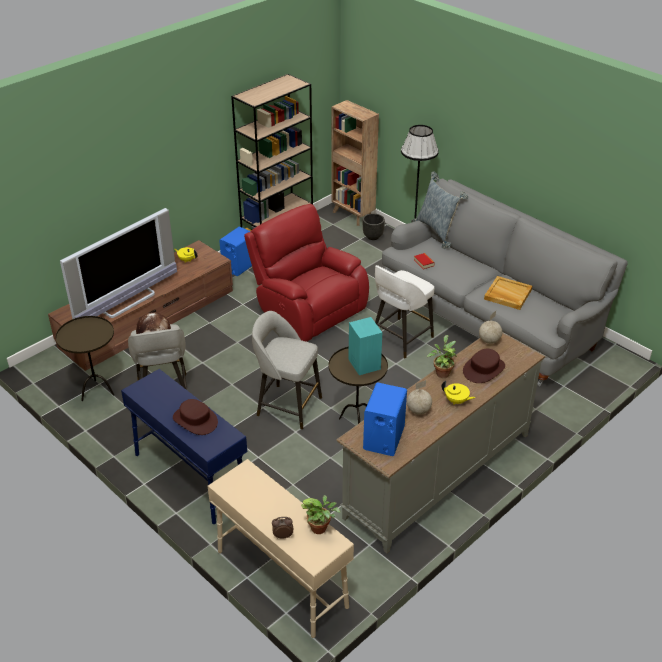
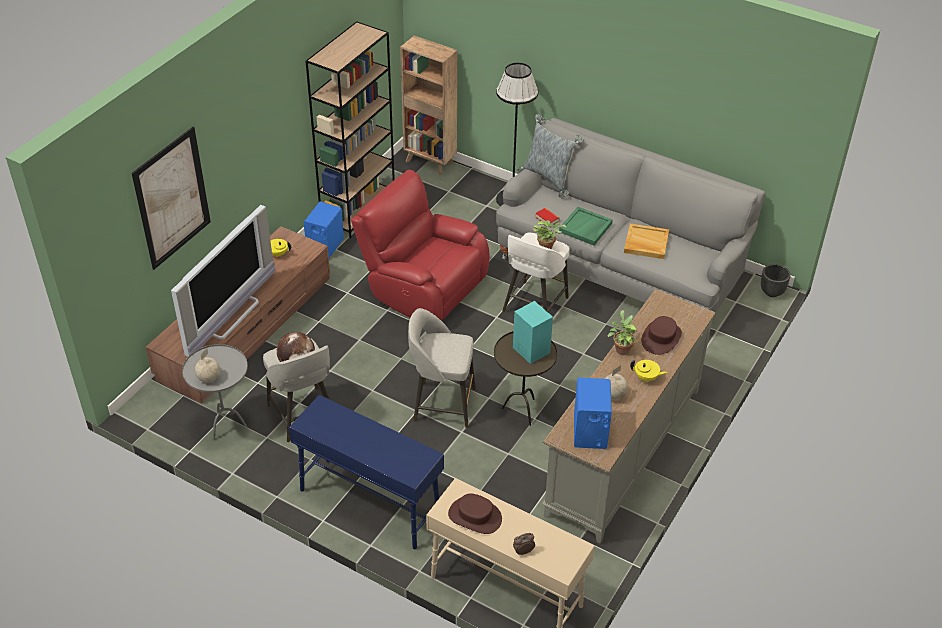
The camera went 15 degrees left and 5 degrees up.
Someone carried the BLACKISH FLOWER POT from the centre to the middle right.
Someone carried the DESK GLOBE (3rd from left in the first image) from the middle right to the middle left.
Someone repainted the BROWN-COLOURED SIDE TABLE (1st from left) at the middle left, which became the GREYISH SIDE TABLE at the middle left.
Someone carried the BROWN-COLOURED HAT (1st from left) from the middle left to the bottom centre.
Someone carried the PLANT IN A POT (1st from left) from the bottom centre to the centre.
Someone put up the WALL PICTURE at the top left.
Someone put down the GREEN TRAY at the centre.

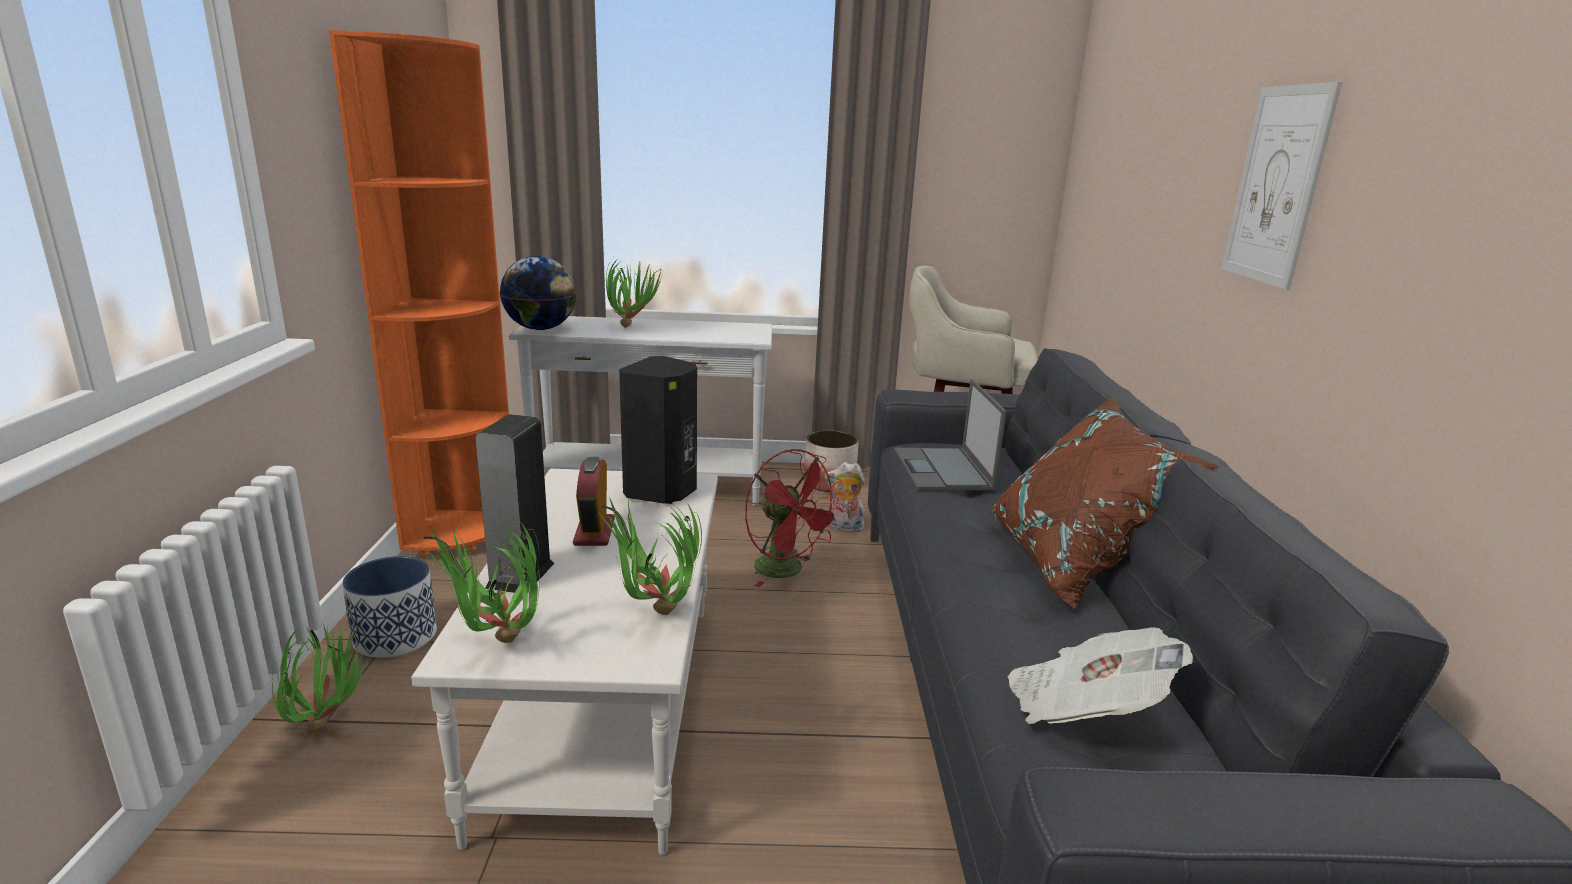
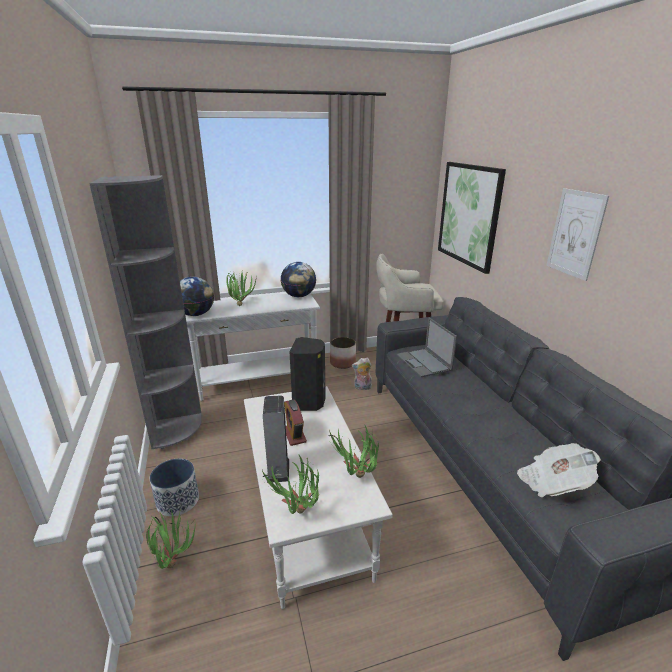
The camera went 15 degrees left and 5 degrees up.
Someone repainted the ORANGE-COLOURED SHELVING UNIT at the top left, which became the GREYISH SHELVING UNIT at the middle left.
Someone took away the BROWN-COLOURED THROW PILLOW at the middle right.
Someone took away the RED FAN at the centre.
Someone put up the WALL PICTURE (1st from left) at the top right.
Someone put down the DESK GLOBE (2nd from left) at the centre.

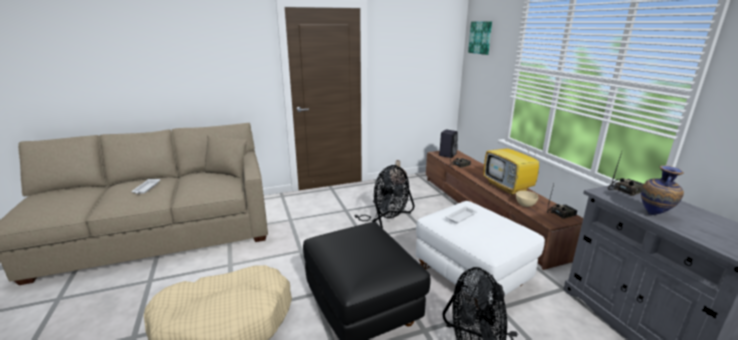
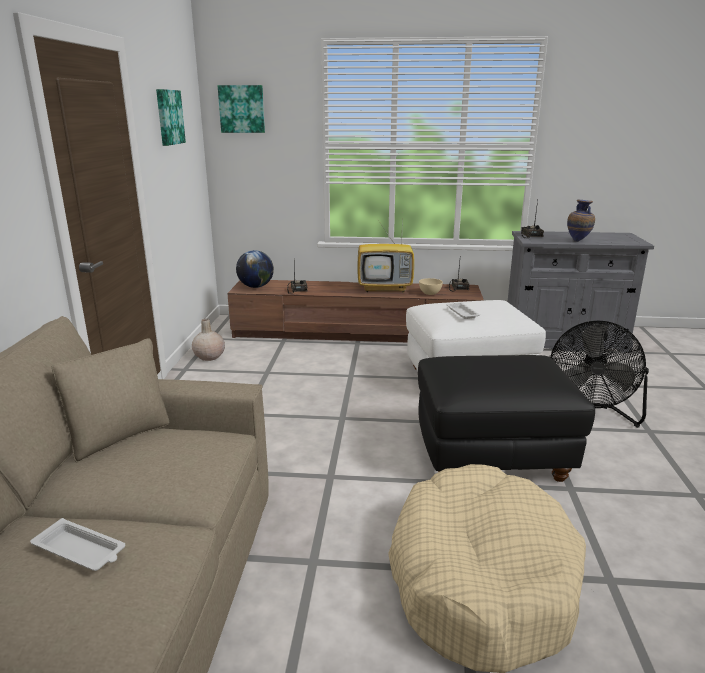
The camera went 65 degrees left and 0 degrees up.
Someone swapped the BLACKISH SPEAKER at the centre for the DESK GLOBE at the centre.
Someone took away the BLACKISH FAN (1st from left) at the centre.
Someone put up the WALL PICTURE (1st from left) at the top left.

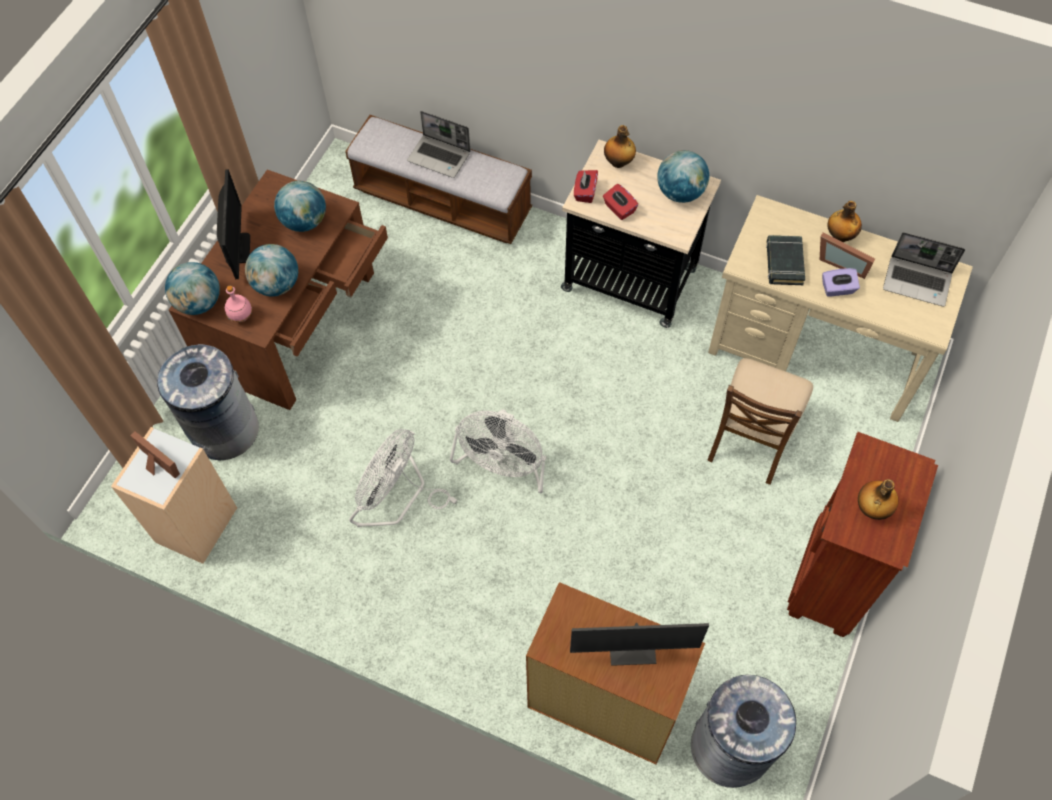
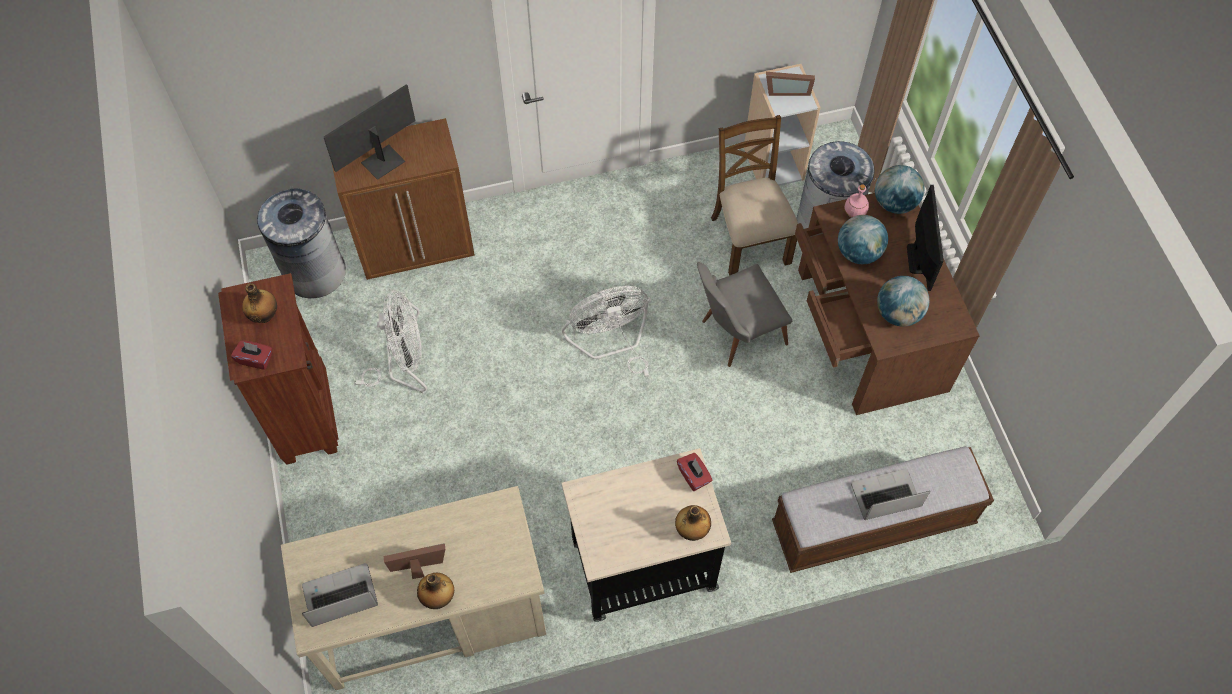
The camera went 140 degrees right and 0 degrees up.
Someone took away the DESK GLOBE (4th from left) at the top centre.
Someone rotated the COMPUTER DISPLAY (1st from left in the first image) at the top left by 135 degrees counterclockwise.
Someone carried the RED TISSUE BOX (2nd from left in the first image) from the top centre to the middle left.
Someone took away the BLACKISH BOOK at the top right.
Someone took away the PURPLE TISSUE BOX at the middle right.
Someone carried the BROWN-COLOURED CHAIR from the middle right to the top centre.
Someone carried the WHITISH FAN (1st from left) from the centre to the middle left.
Someone put down the GREYISH CHAIR at the centre.

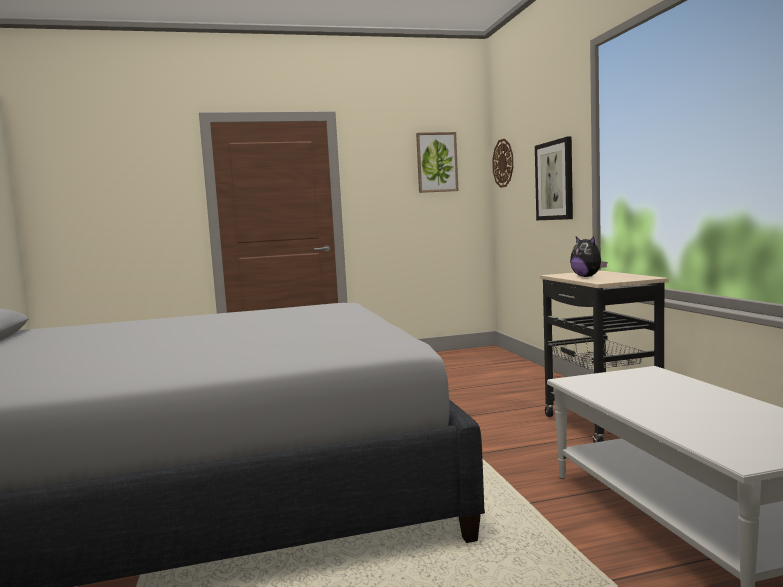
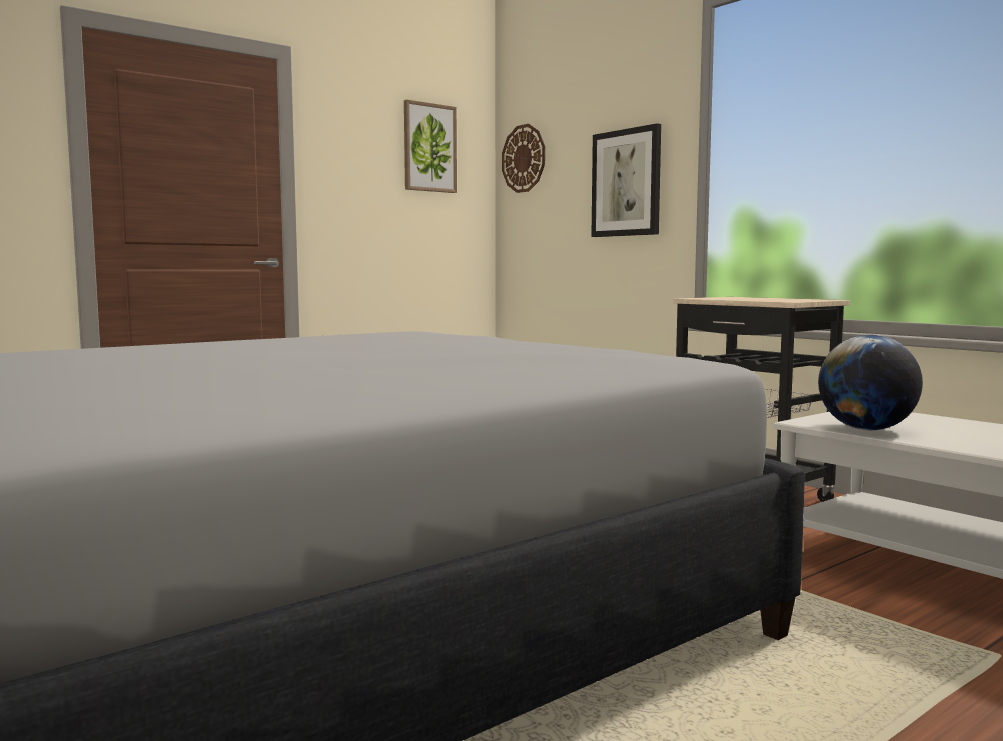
The camera went 25 degrees left and 0 degrees up.
Someone took away the CUDDLY TOY at the middle right.
Someone put down the DESK GLOBE at the middle right.

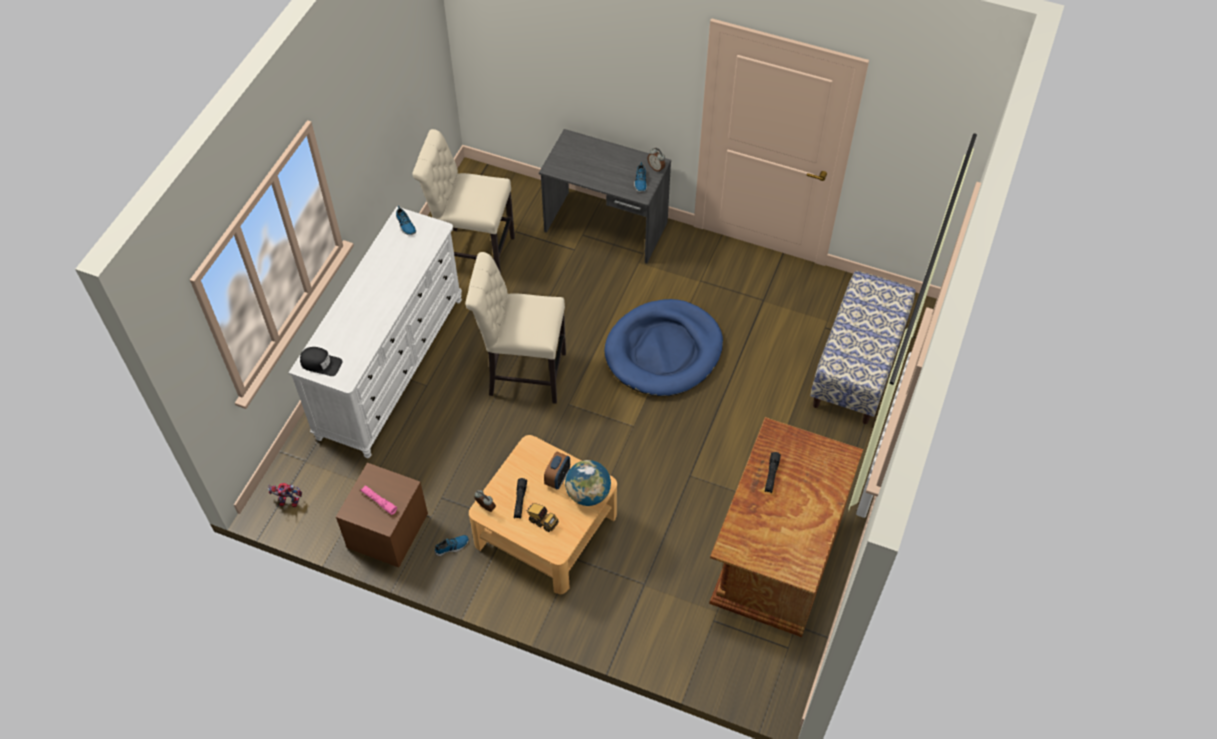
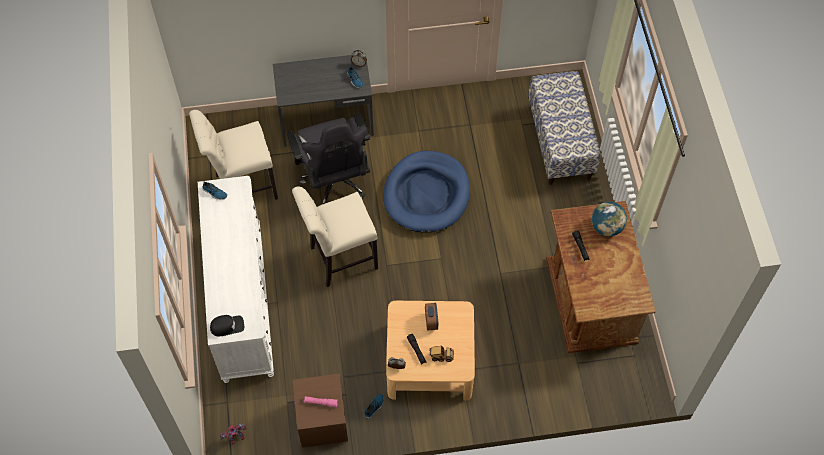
The camera went 30 degrees left and 5 degrees up.
Someone carried the DESK GLOBE from the centre to the middle right.
Someone put down the BLACKISH DESK CHAIR at the centre.

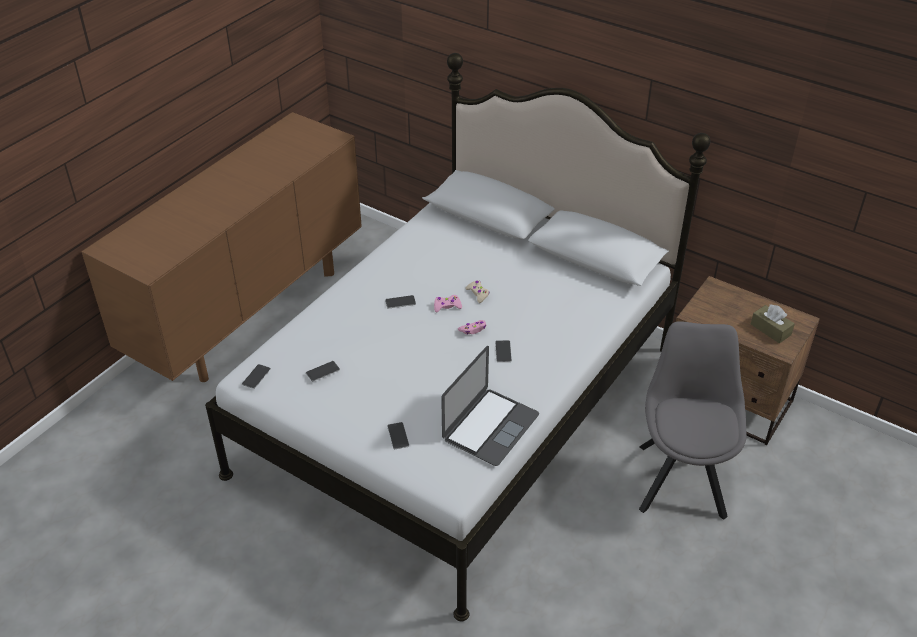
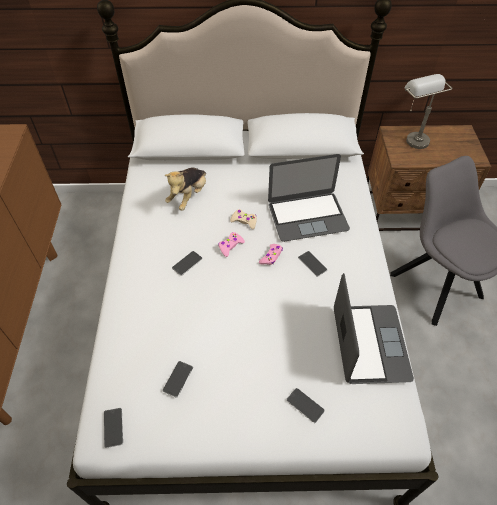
The camera went 35 degrees left and 10 degrees up.
Someone took away the BROWN-COLOURED TISSUE BOX at the middle right.
Someone put down the GREYISH LAMP FOR A TABLE at the top right.
Someone put down the LAPTOP (1st from left) at the centre.
Someone put down the CUDDLY TOY at the centre.

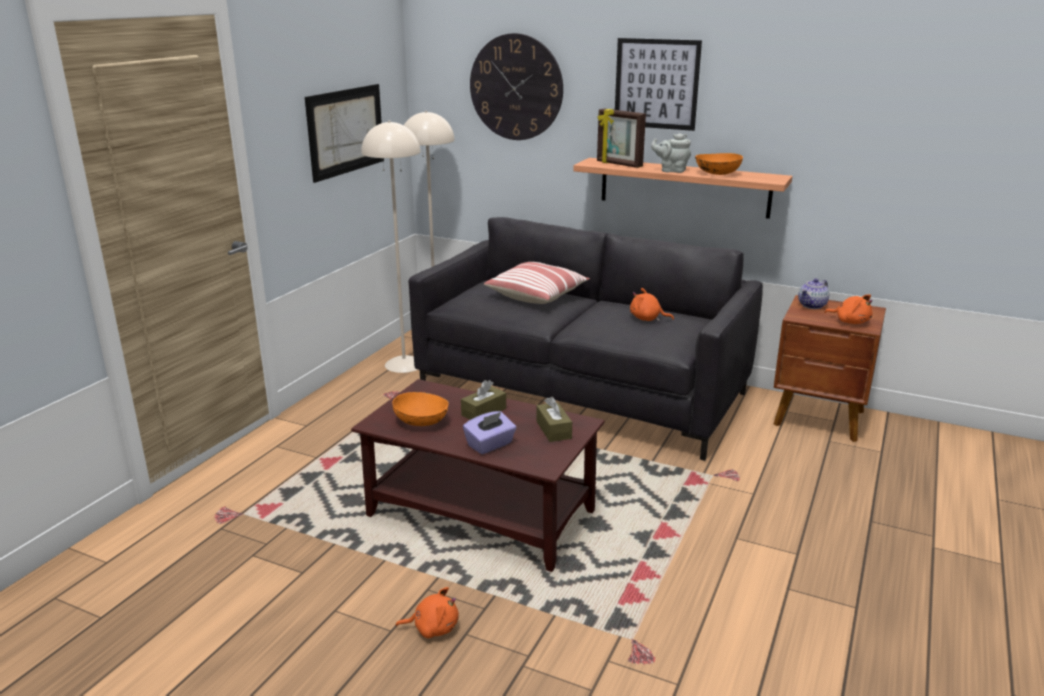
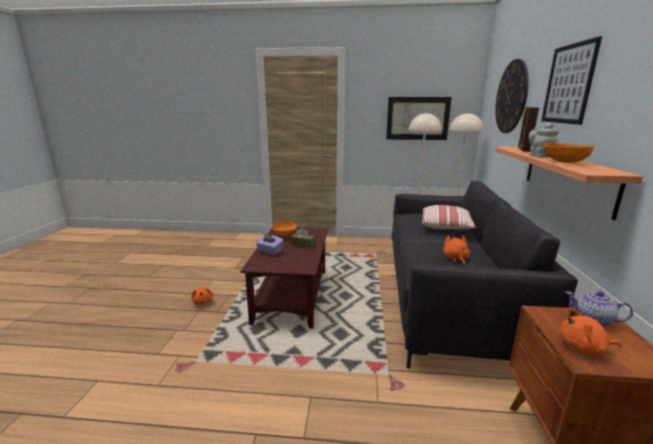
The camera went 70 degrees right and 5 degrees down.
Someone rotated the ORANGE-COLOURED CUDDLY TOY (3rd from left) at the middle right by 75 degrees clockwise.
Someone took away the BROWN-COLOURED TISSUE BOX (2nd from left) at the centre.

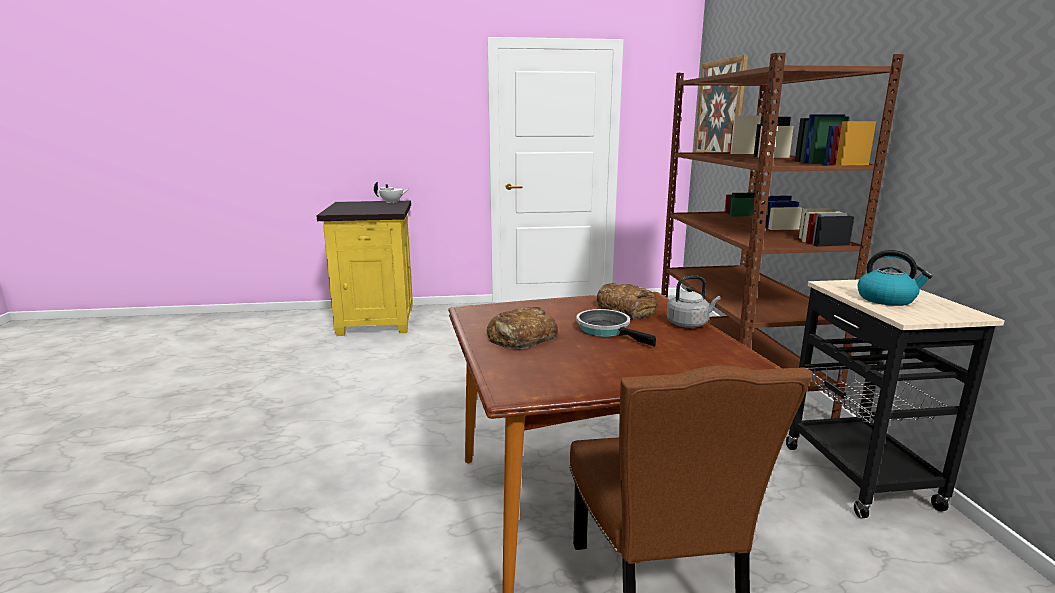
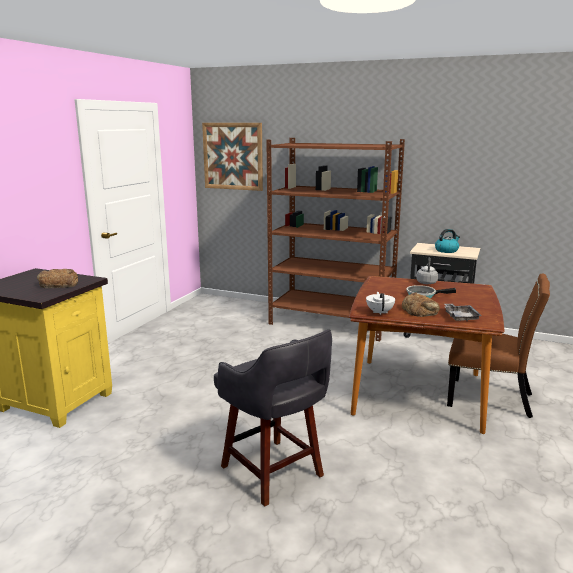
The camera went 60 degrees left and 0 degrees up.
Someone carried the WHITISH TEA POT from the top centre to the centre.
Someone carried the BREAD (2nd from left in the first image) from the centre to the middle left.
Someone put down the GREYISH TRAY at the middle right.
Someone put down the GREYISH STOOL at the bottom centre.

